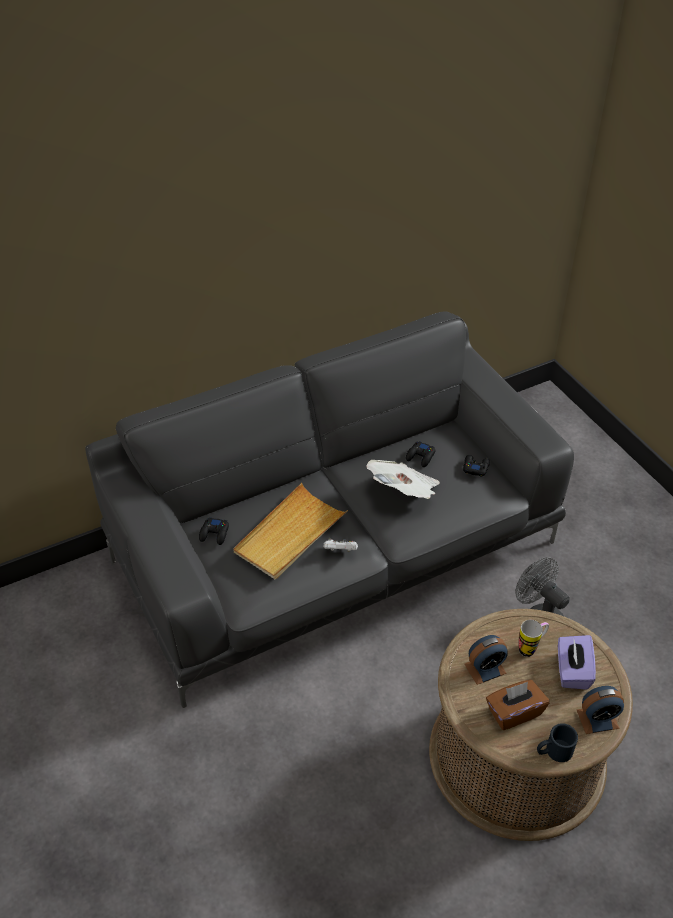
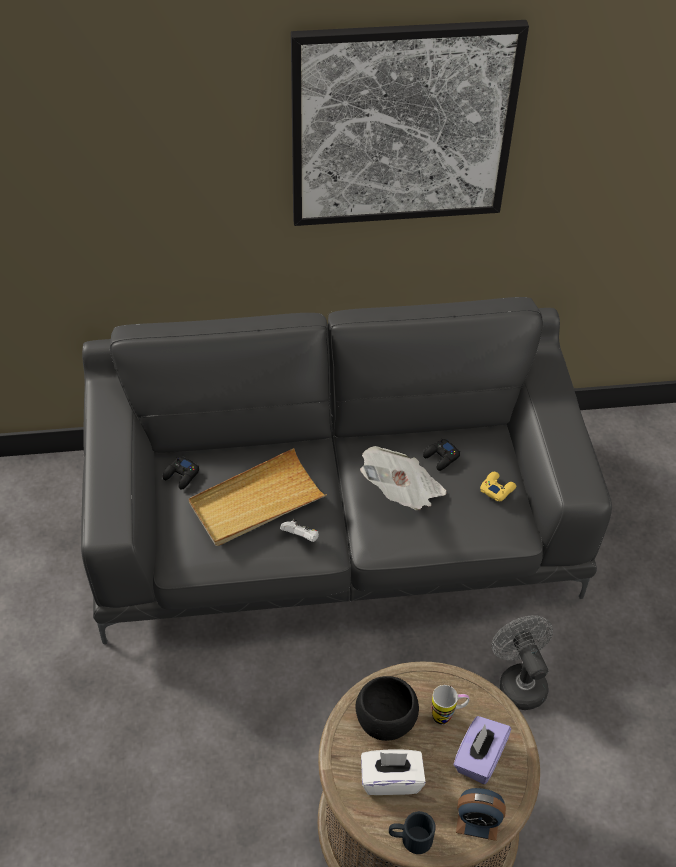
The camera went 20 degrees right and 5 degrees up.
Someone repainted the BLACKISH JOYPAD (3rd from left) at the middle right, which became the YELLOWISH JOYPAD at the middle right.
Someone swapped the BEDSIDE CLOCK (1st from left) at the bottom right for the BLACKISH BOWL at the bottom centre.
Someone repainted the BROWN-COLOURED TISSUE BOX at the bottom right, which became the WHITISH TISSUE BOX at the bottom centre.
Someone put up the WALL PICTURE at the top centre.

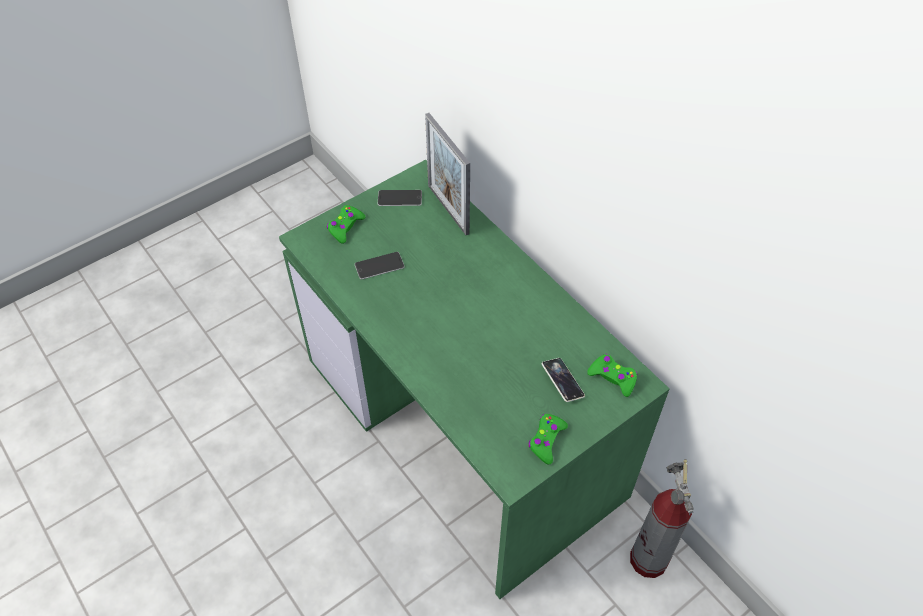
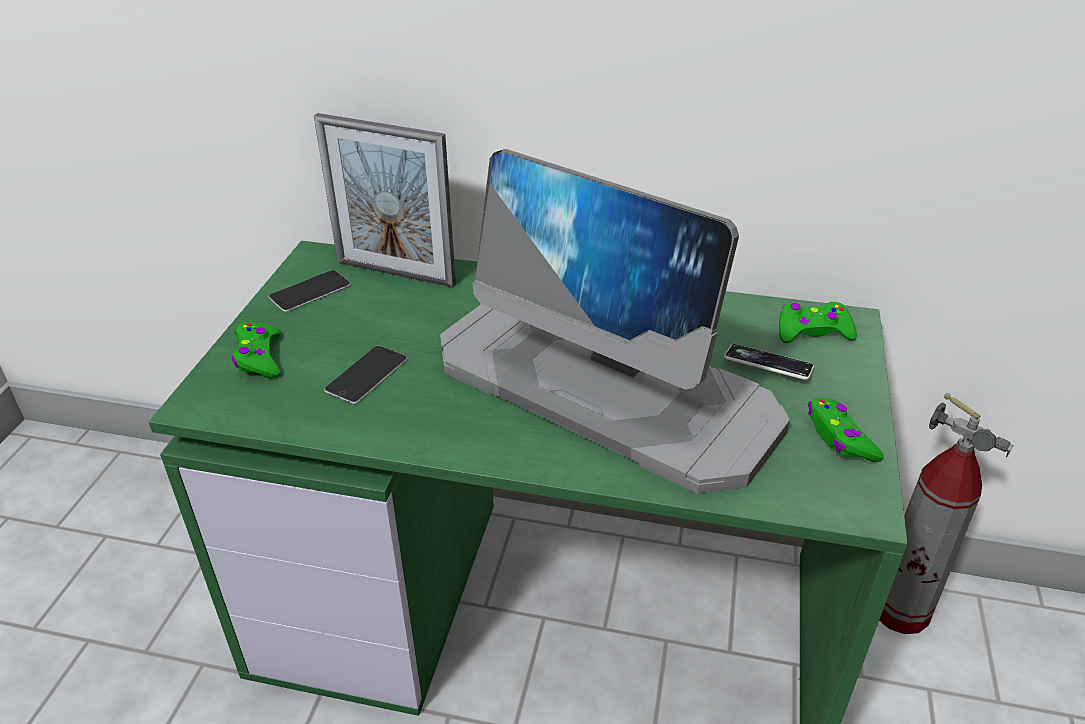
The camera went 40 degrees left and 15 degrees down.
Someone put down the COMPUTER DISPLAY at the centre.

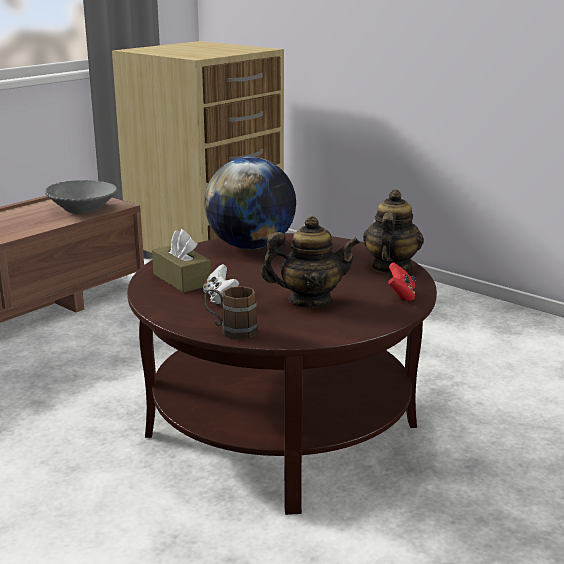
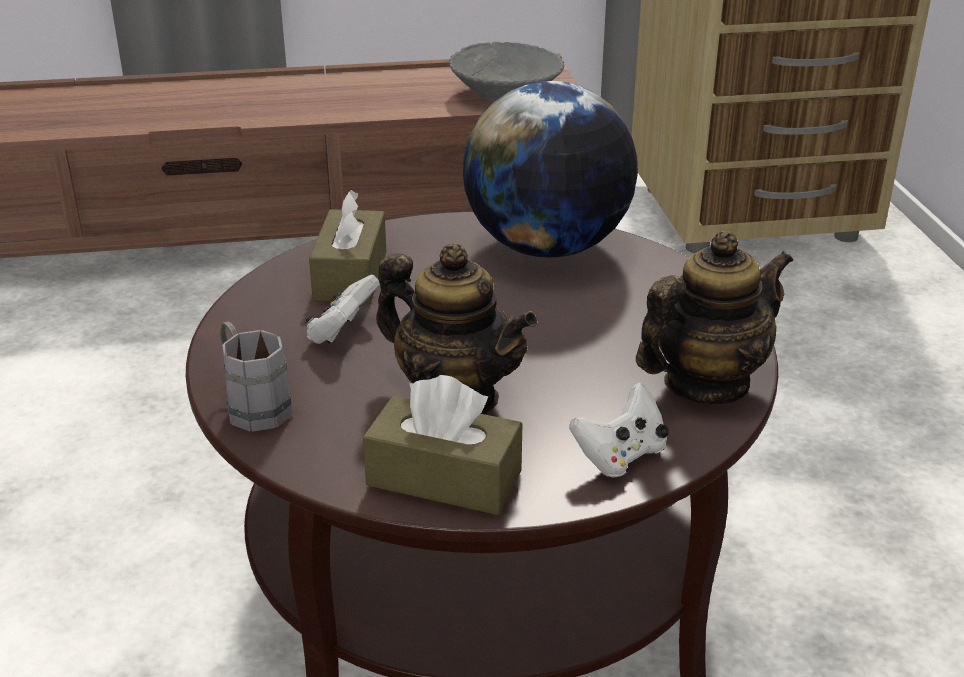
The camera went 40 degrees right and 10 degrees up.
Someone repainted the RED JOYPAD at the middle right, which became the WHITISH JOYPAD (2nd from left) at the centre.
Someone repainted the BROWN-COLOURED MUG at the centre, which became the GREYISH MUG at the middle left.
Someone put down the BROWN-COLOURED TISSUE BOX (2nd from left) at the centre.

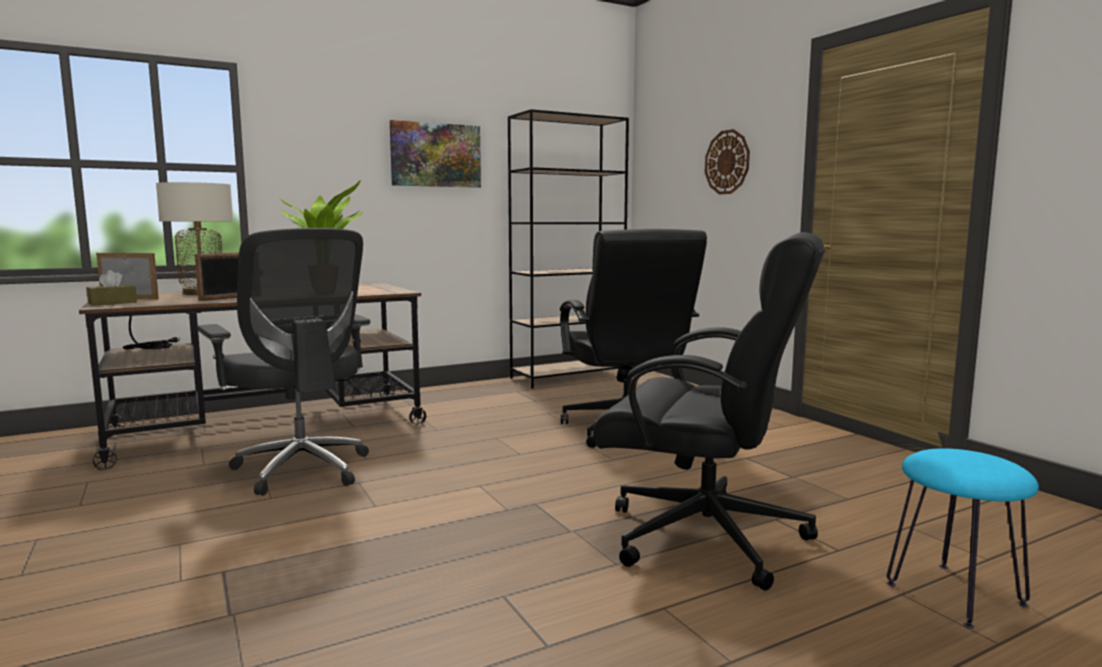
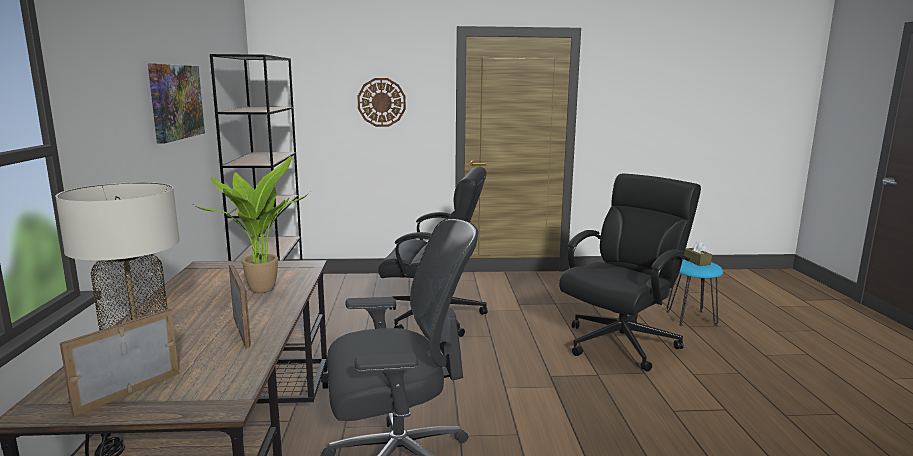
The camera went 65 degrees left and 5 degrees up.
Someone carried the BROWN-COLOURED TISSUE BOX from the middle left to the middle right.

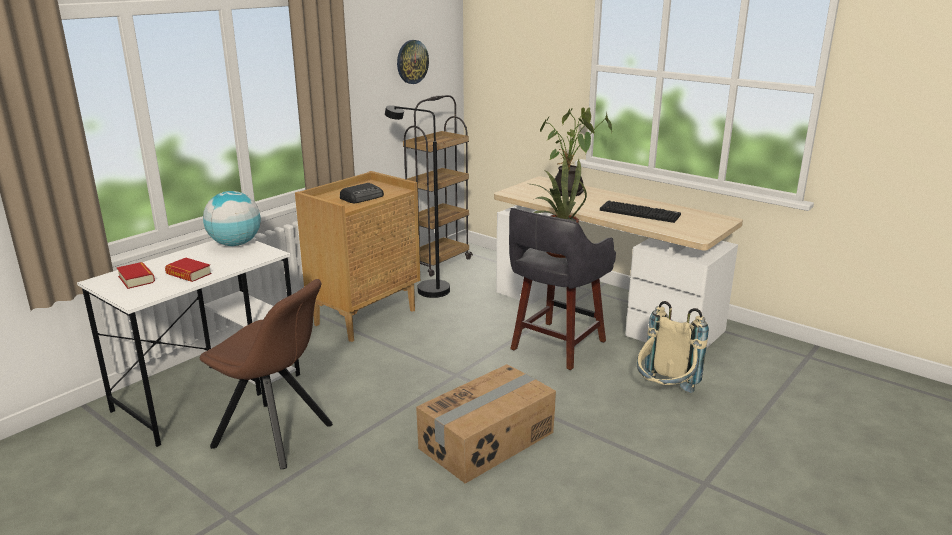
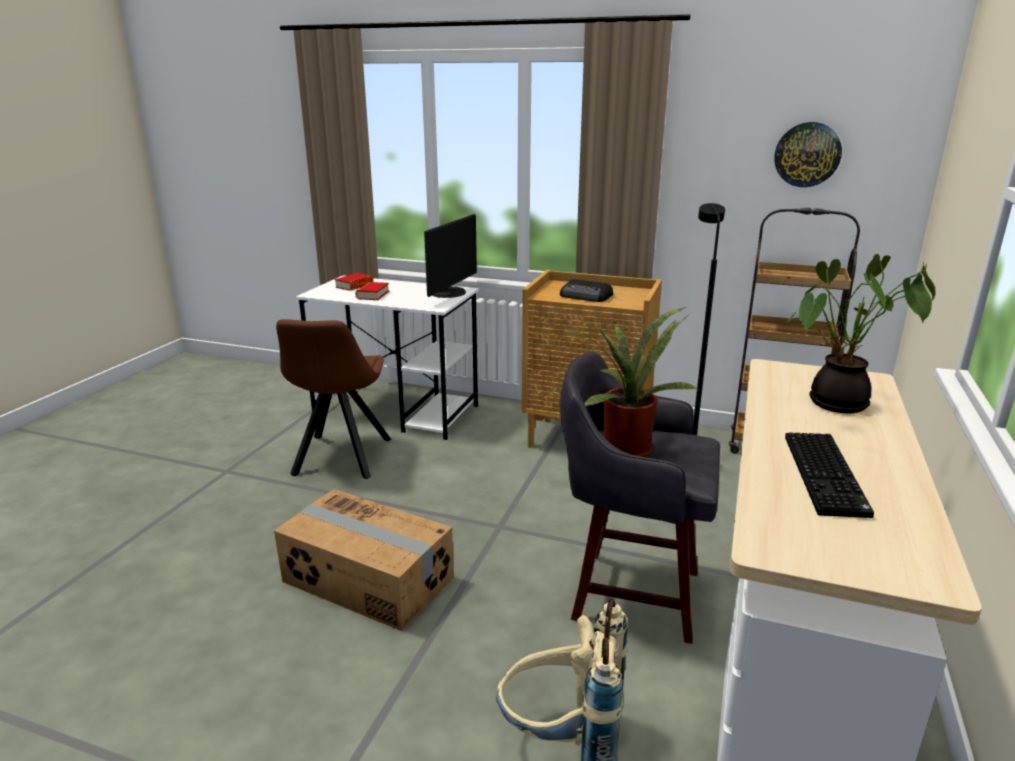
The camera went 70 degrees right and 0 degrees up.
Someone swapped the DESK GLOBE at the middle left for the COMPUTER DISPLAY at the centre.

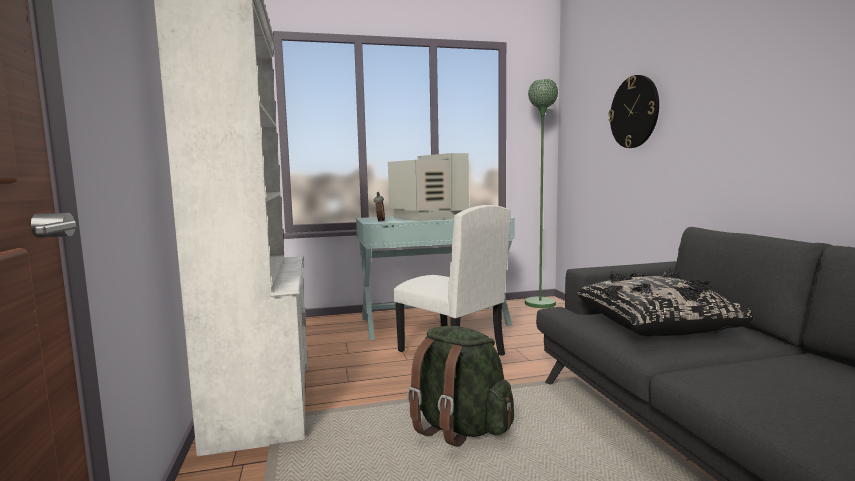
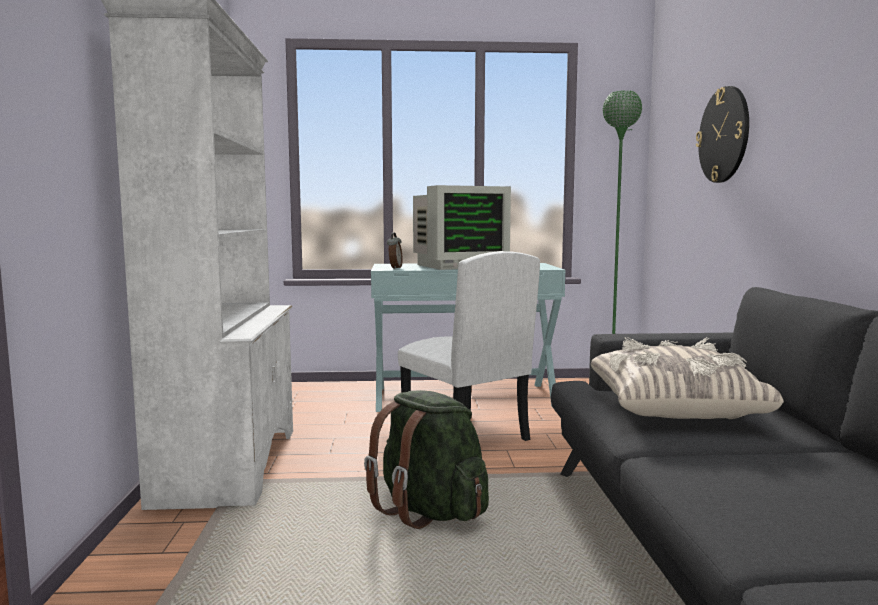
The camera went 10 degrees right and 0 degrees up.
Someone rotated the COMPUTER DISPLAY at the centre by 90 degrees clockwise.
Someone repainted the BLACKISH THROW PILLOW at the middle right, which became the BEIGE-COLOURED THROW PILLOW at the middle right.

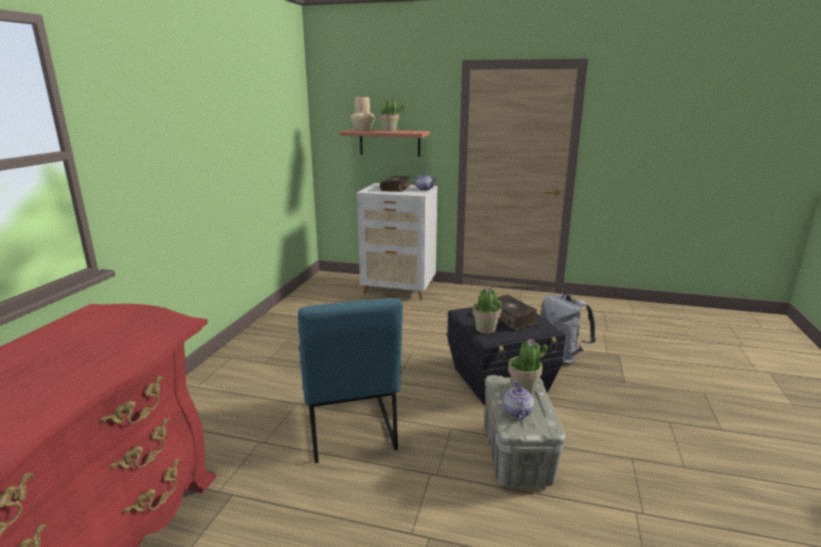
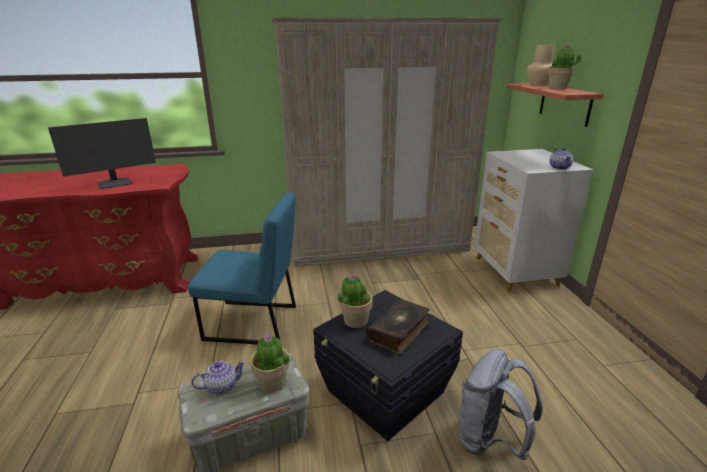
The camera went 65 degrees right and 5 degrees up.
Someone took away the BOOK (1st from left) at the centre.
Someone rotated the BLUE CHAIR at the bottom centre by 135 degrees counterclockwise.
Someone put down the BEIGE-COLOURED CLOTHES CUPBOARD at the top centre.
Someone put down the COMPUTER DISPLAY at the top left.

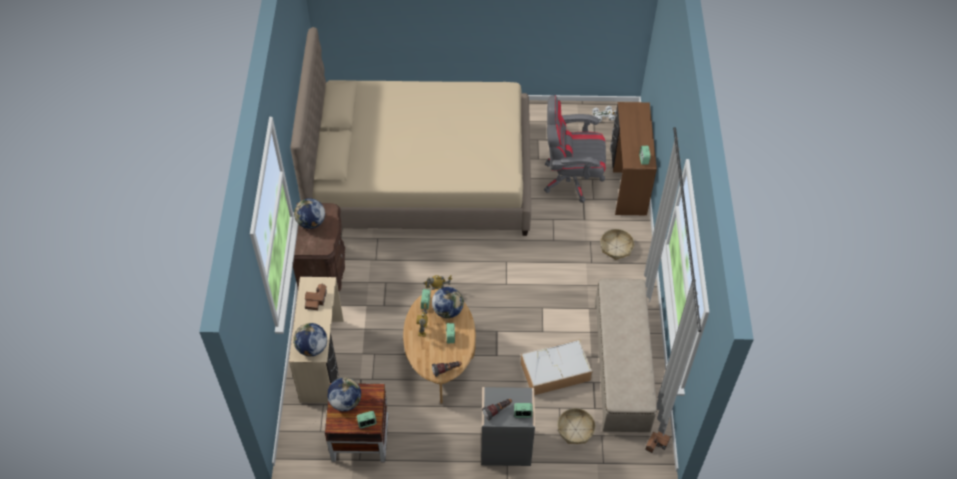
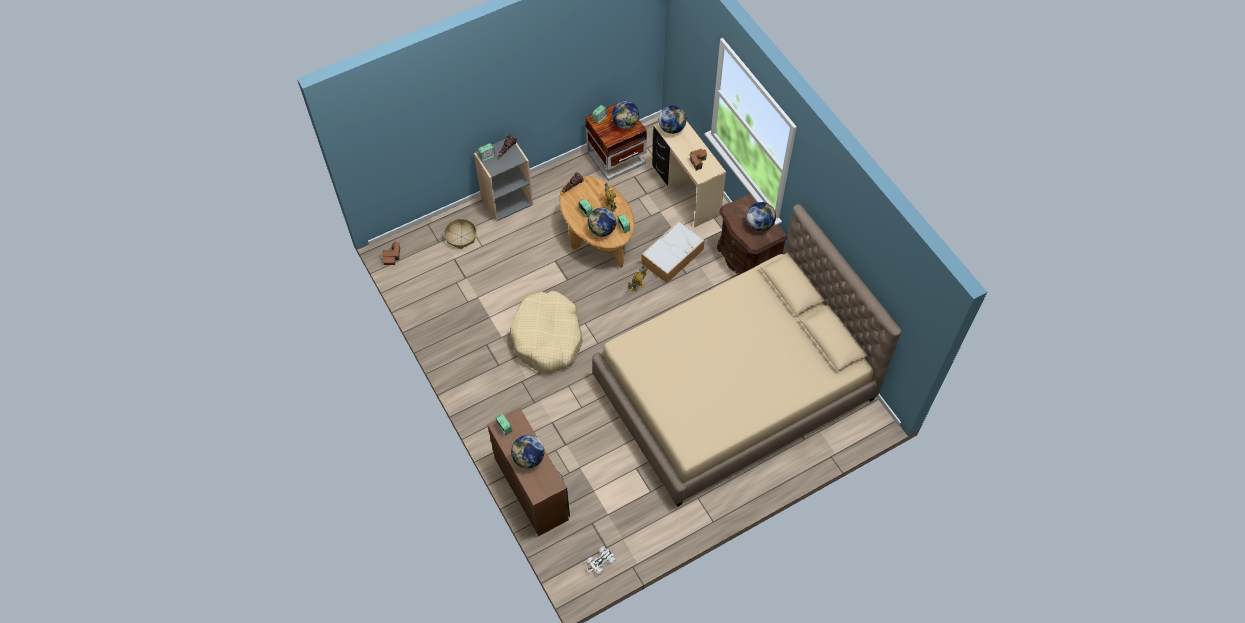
The camera went 150 degrees right and 5 degrees up.
Someone took away the GREYISH DESK CHAIR at the top centre.
Someone took away the BASKET (2nd from left) at the centre.
Someone took away the BEIGE-COLOURED BENCH at the bottom centre.
Someone carried the STORAGE CONTAINER from the bottom centre to the centre.
Someone put down the BEIGE-COLOURED DOG CUSHION at the centre.
Someone put down the DESK GLOBE (1st from left) at the bottom centre.

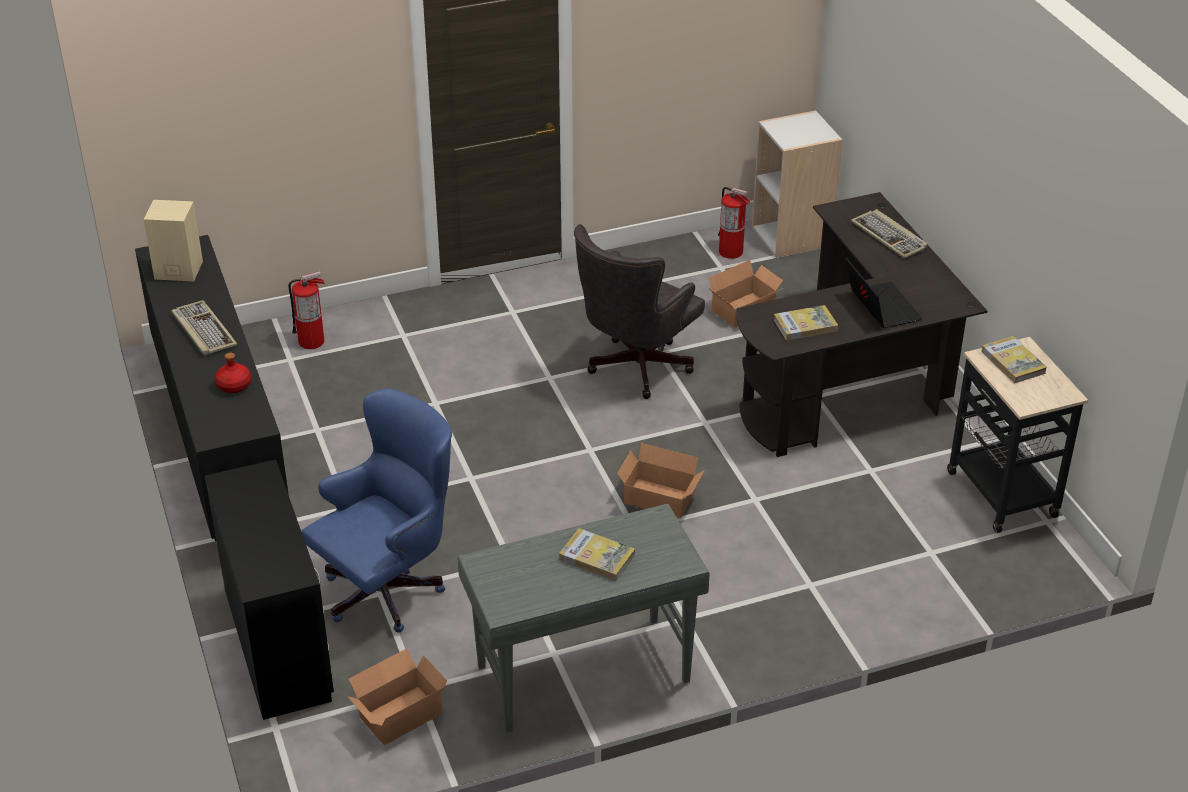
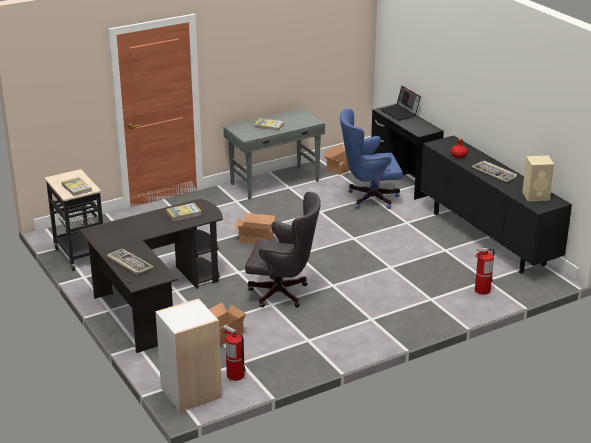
The camera went 170 degrees right and 10 degrees down.
Someone rotated the GREYISH DESK CHAIR at the centre by 75 degrees clockwise.
Someone carried the LAPTOP from the middle right to the top right.
Someone rotated the BLUE DESK CHAIR at the middle left by 45 degrees clockwise.

